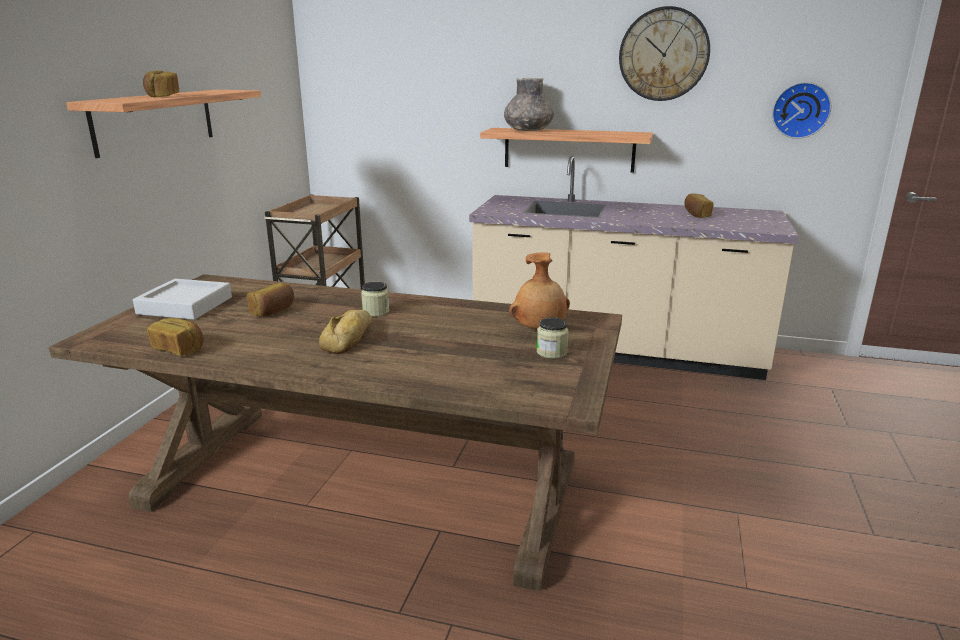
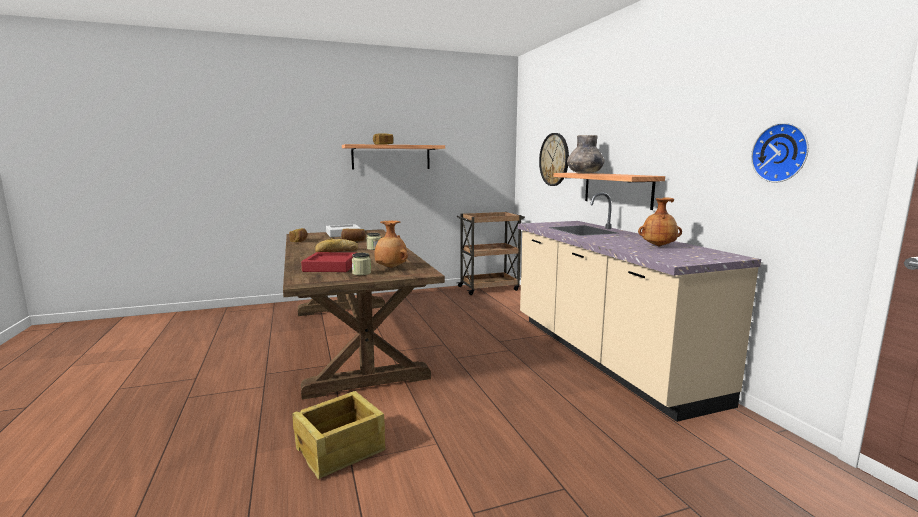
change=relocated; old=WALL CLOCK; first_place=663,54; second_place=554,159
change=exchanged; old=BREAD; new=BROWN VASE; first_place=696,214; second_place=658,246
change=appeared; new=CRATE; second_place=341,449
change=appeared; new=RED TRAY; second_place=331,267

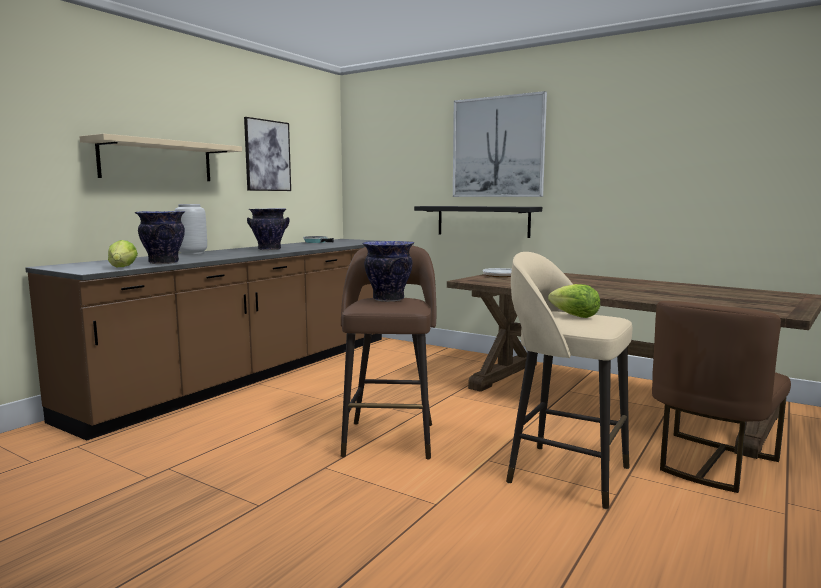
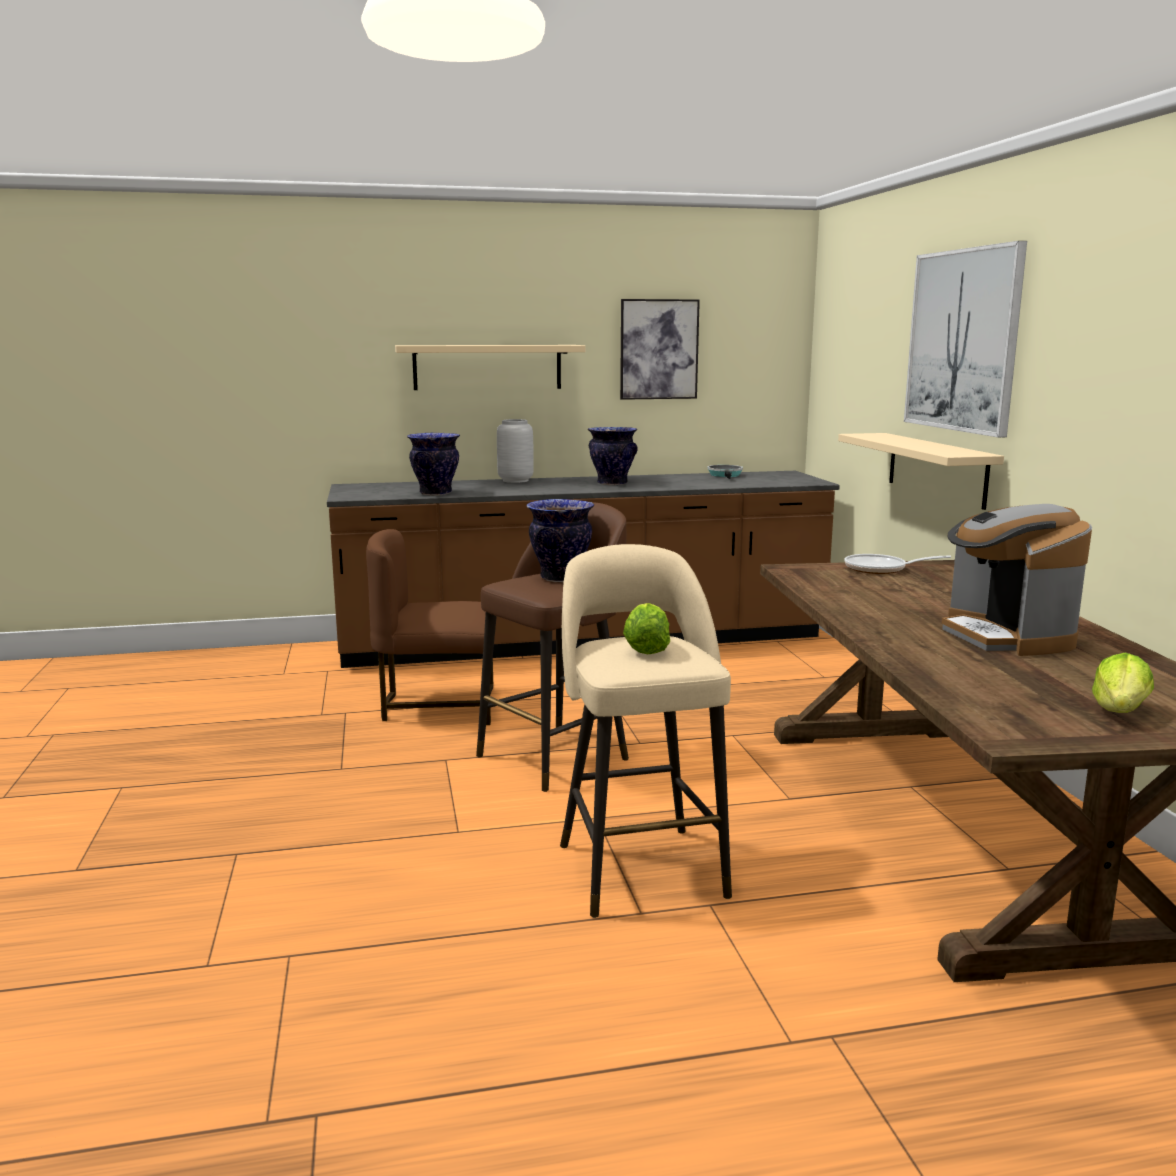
change=relocated; old=LETTUCE; first_place=122,267; second_place=1119,712
change=colour; old=BLACK SHELF; new=BEIGE SHELF; first_place=482,221; second_place=936,469
change=relocated; old=BROWN CHAIR; first_place=710,463; second_place=438,706
change=appeared; new=COFFEE MACHINE; second_place=1006,637

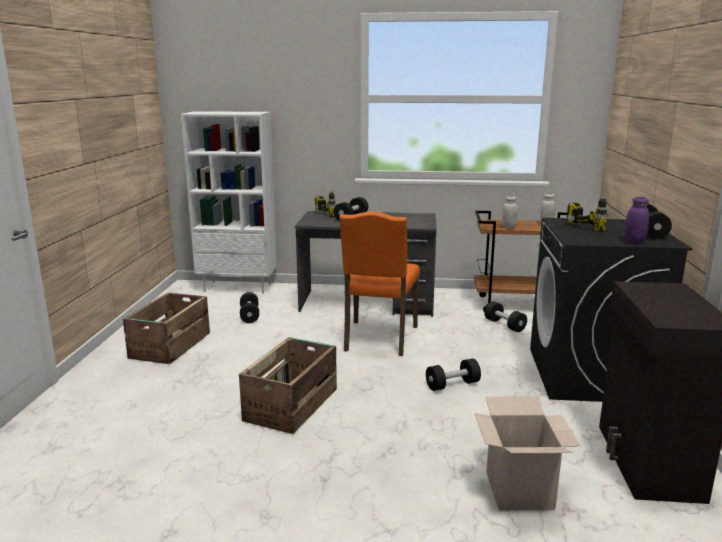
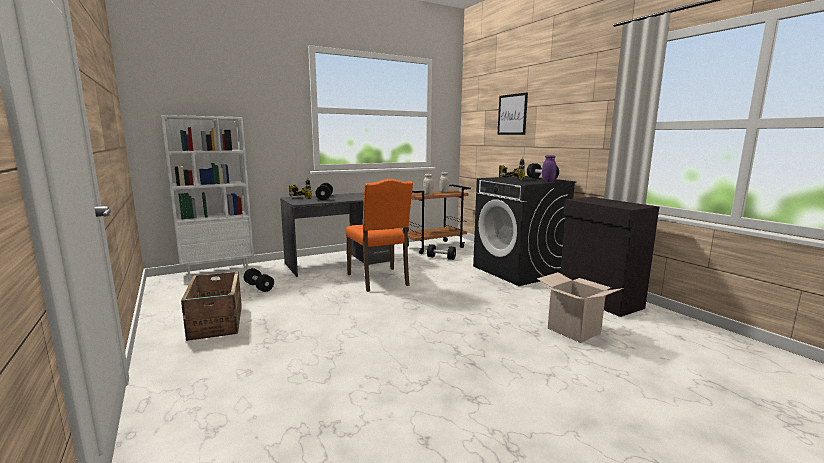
change=missing; old=CRATE; first_place=293,404
change=missing; old=BLACK DUMBBELL; first_place=452,385
change=appeared; new=PICTURE; second_place=512,114

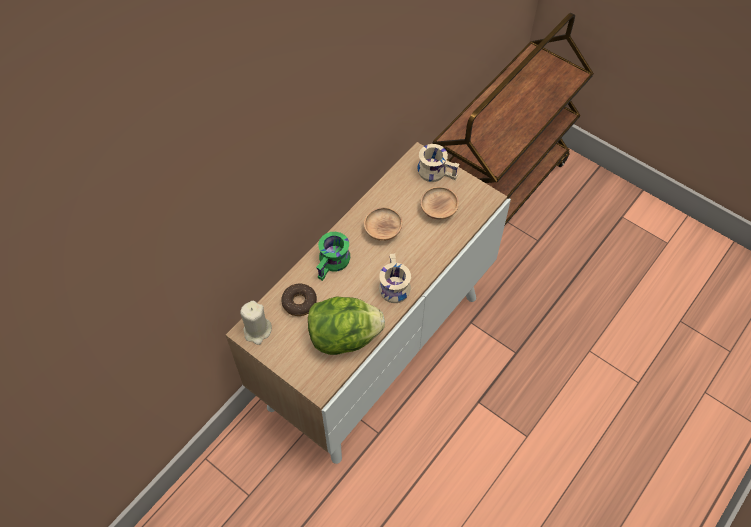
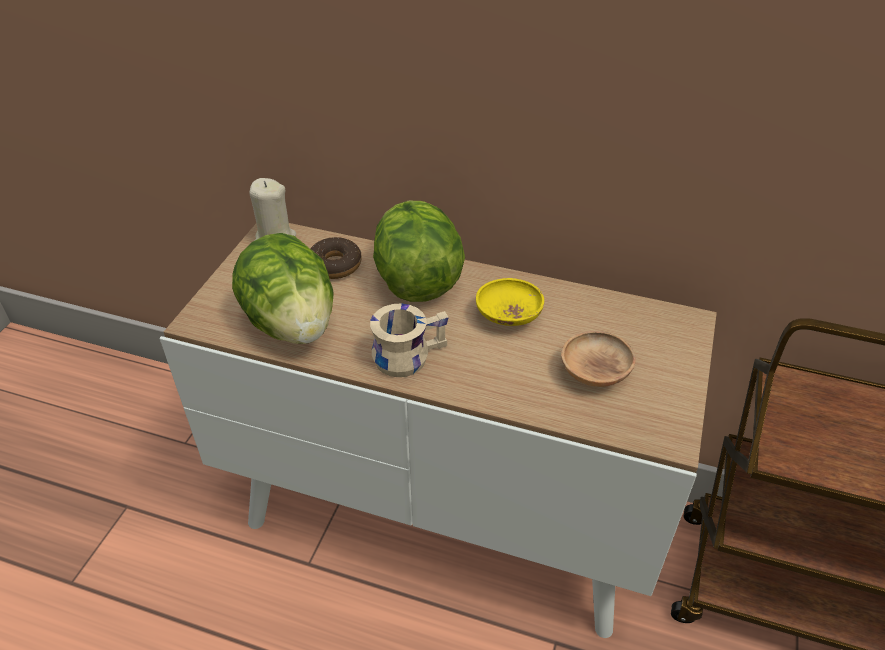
change=exchanged; old=GREEN MUG; new=LETTUCE; first_place=334,264; second_place=417,281
change=colour; old=BROWN BOWL; new=YELLOW BOWL; first_place=383,230; second_place=508,316
change=missing; old=BEIGE MUG; first_place=437,171

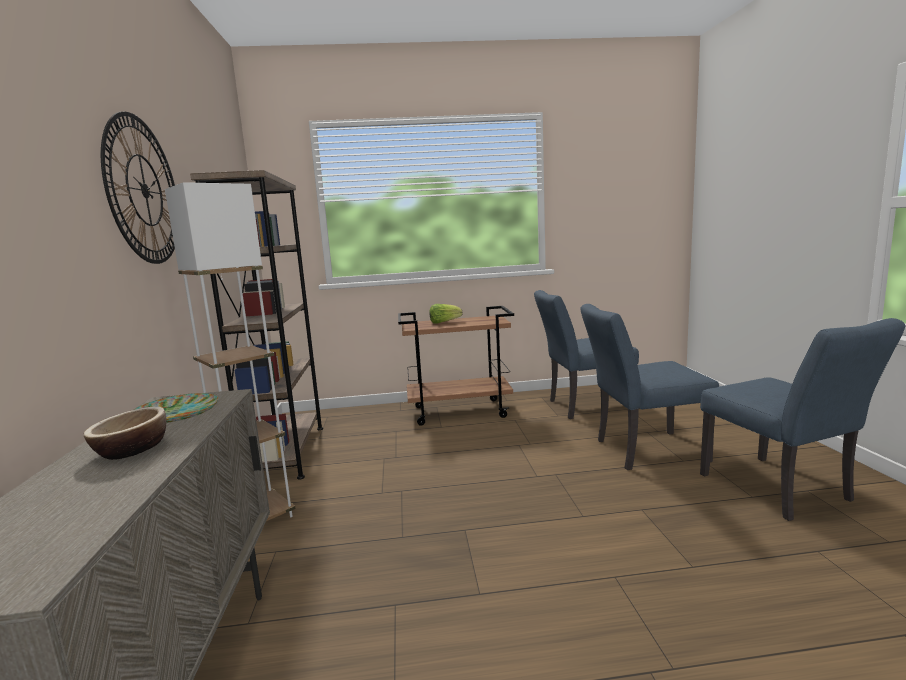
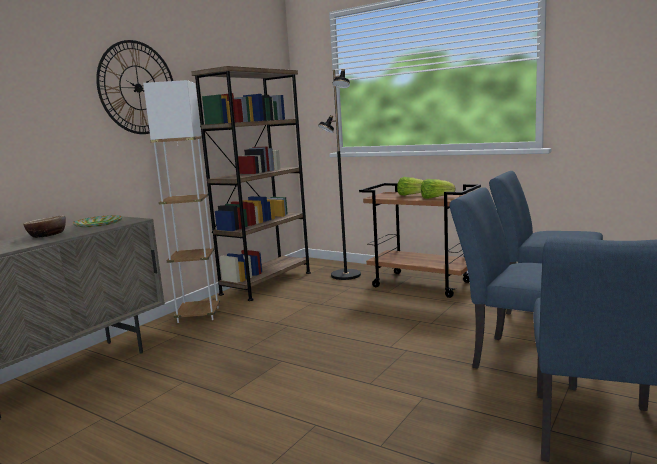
change=appeared; new=BLACK FLOOR LAMP; second_place=345,275
change=appeared; new=LETTUCE; second_place=435,198

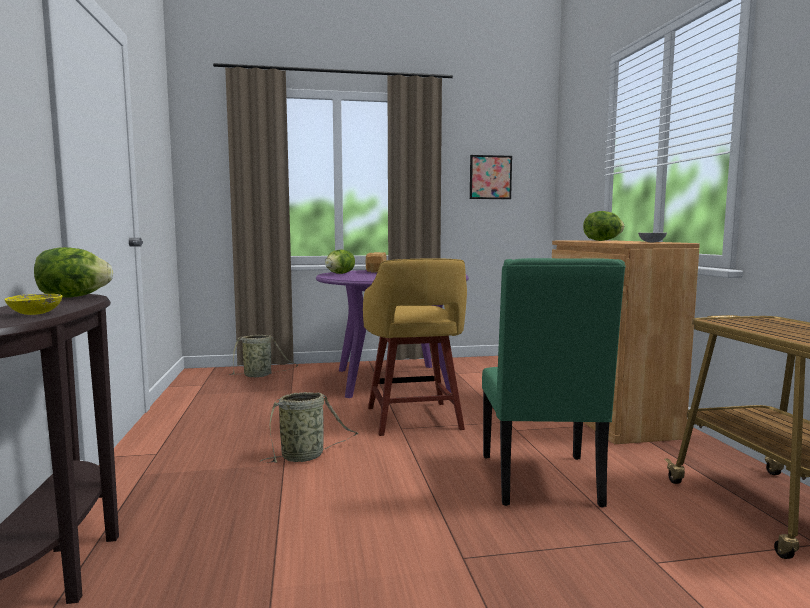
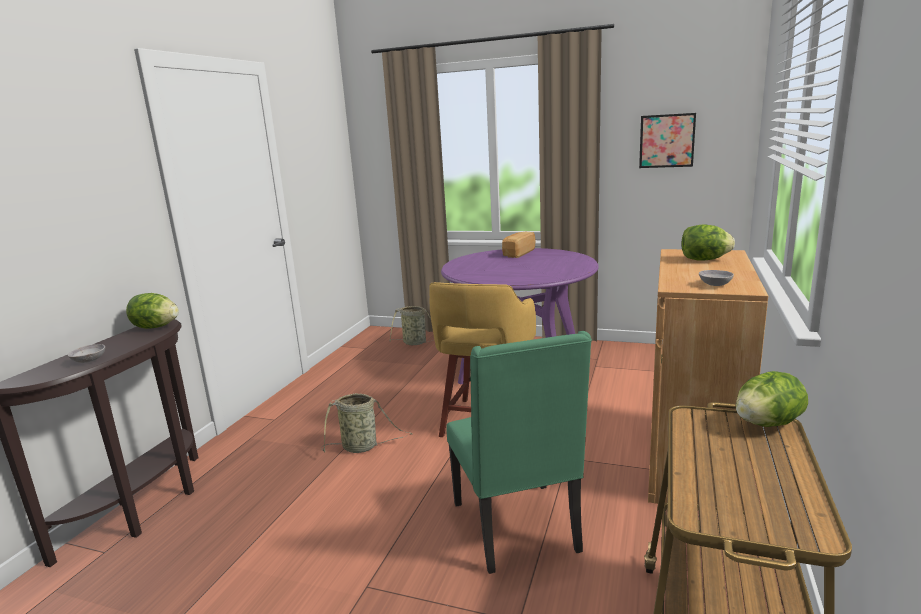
change=colour; old=YELLOW BOWL; new=GREY BOWL; first_place=35,314; second_place=89,360
change=relocated; old=LETTUCE; first_place=339,273; second_place=767,423
change=spun; old=GREEN CHAIR; first_place=542,481; second_place=518,528; degrees=-45

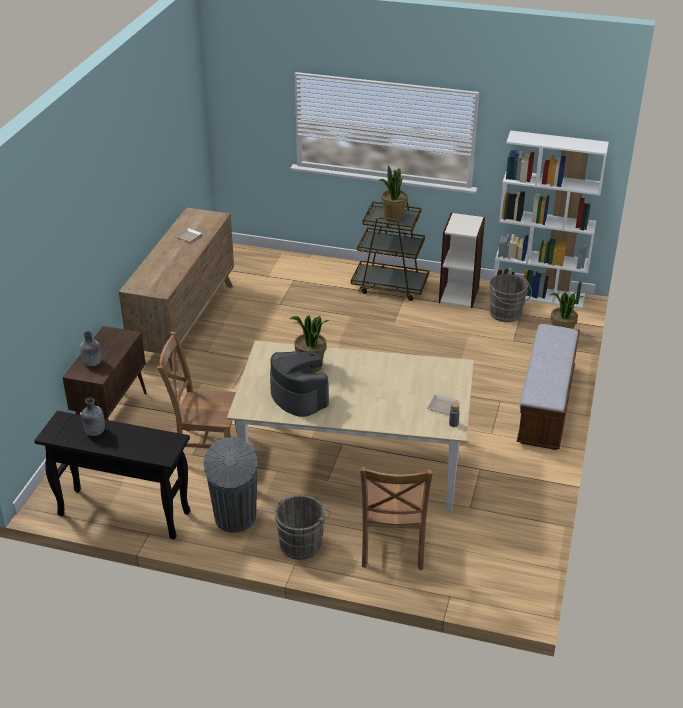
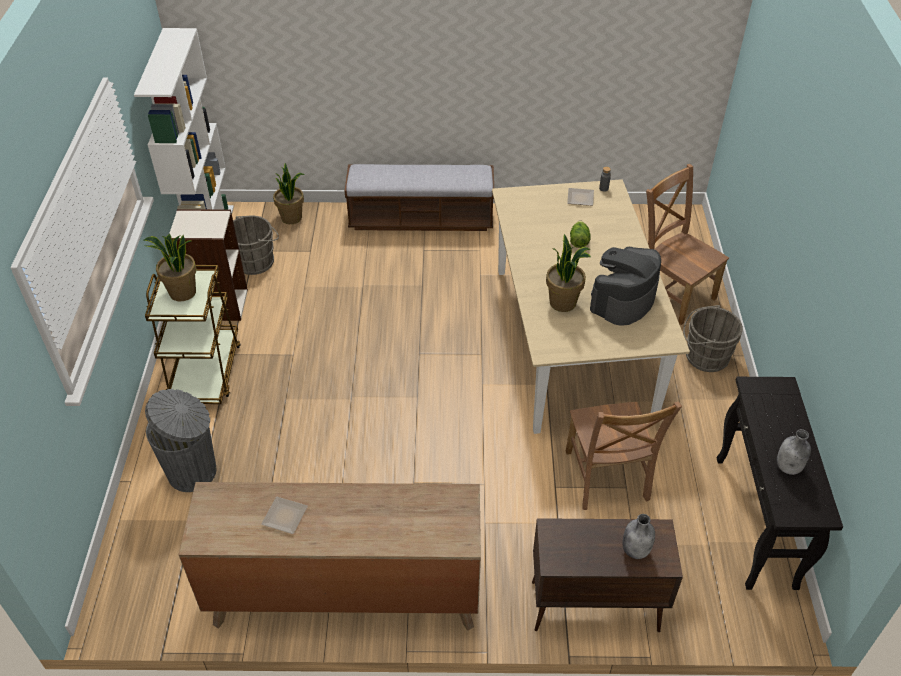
change=relocated; old=GREY TRASH CAN; first_place=235,519; second_place=194,472
change=spun; old=BROWN CHAIR; first_place=392,547; second_place=672,293; degrees=-120
change=appeared; new=LETTUCE; second_place=578,240

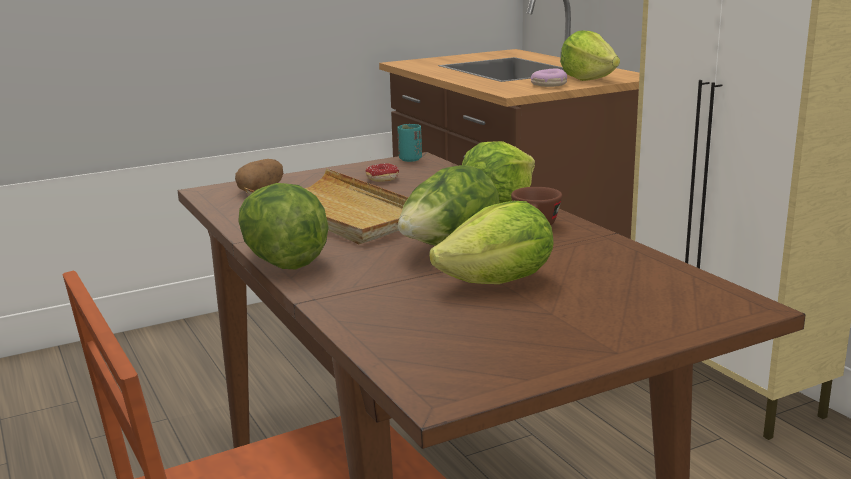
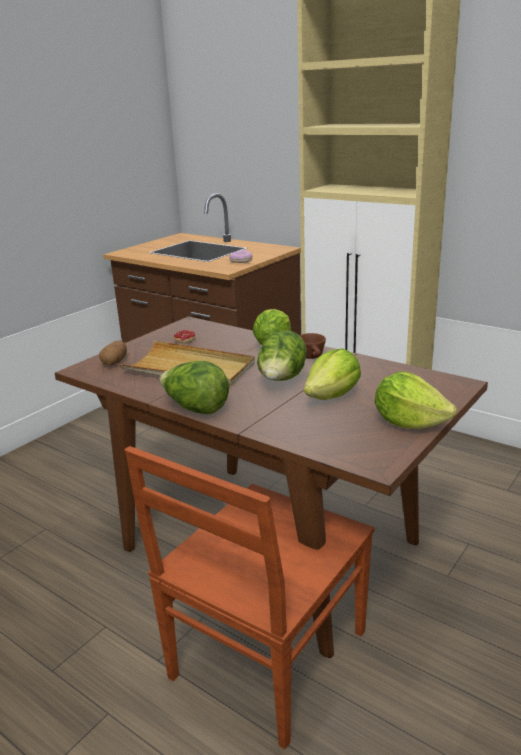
change=missing; old=TURQUOISE CUP; first_place=410,159
change=relocated; old=LETTUCE; first_place=588,79; second_place=409,423

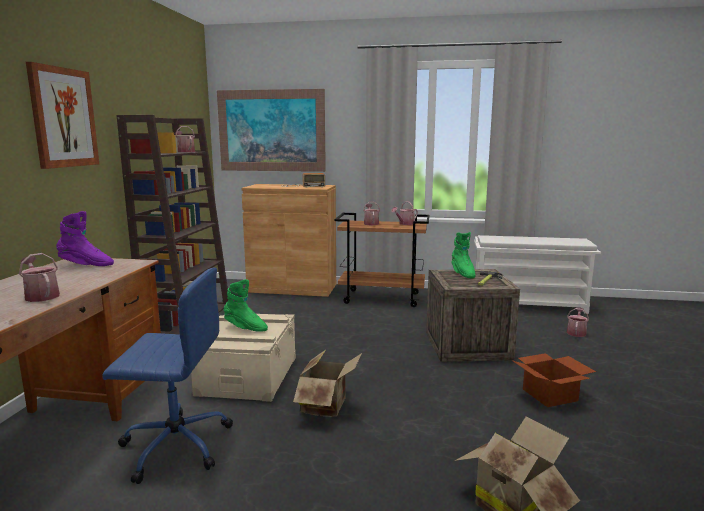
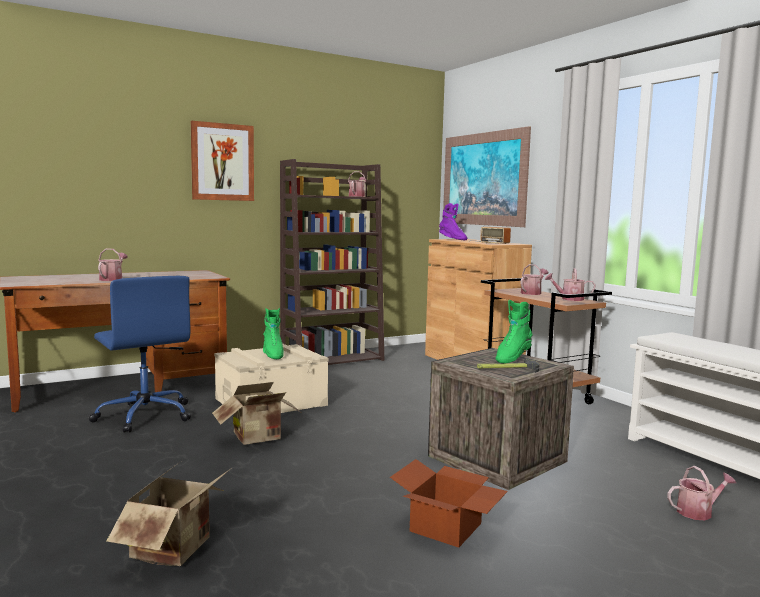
change=relocated; old=PURPLE BOOT; first_place=86,265; second_place=452,239

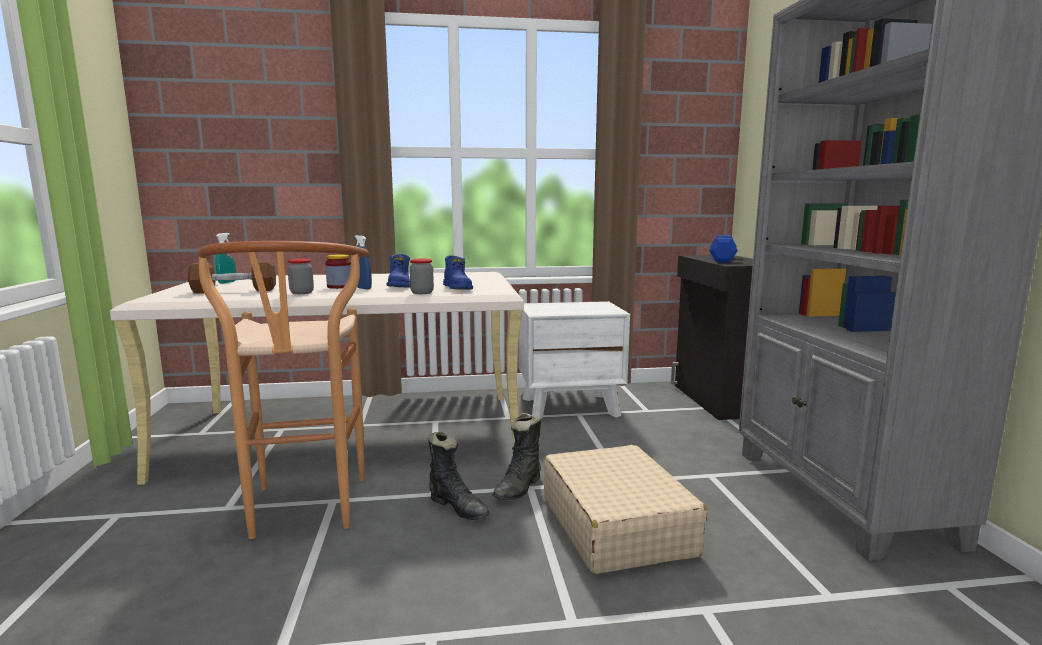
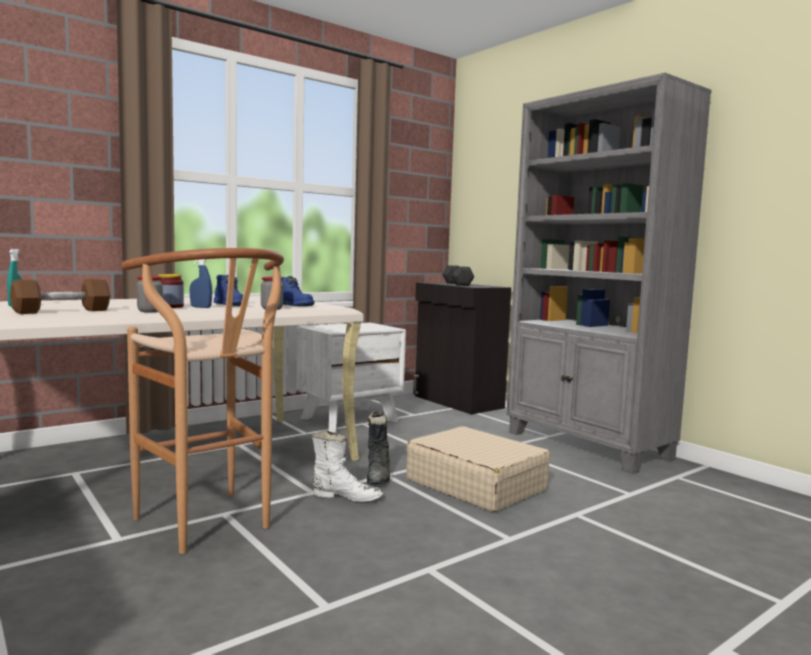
change=colour; old=BLACK BOOT; new=WHITE BOOT; first_place=458,507; second_place=345,497
change=colour; old=BLUE DUMBBELL; new=GREY DUMBBELL; first_place=722,259; second_place=457,284

